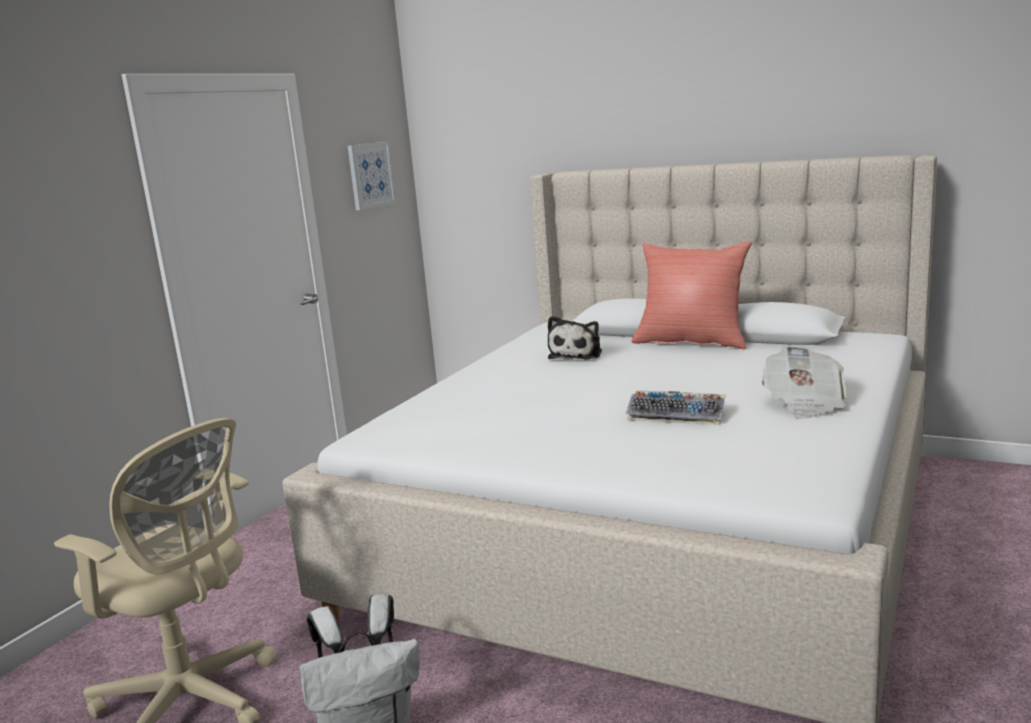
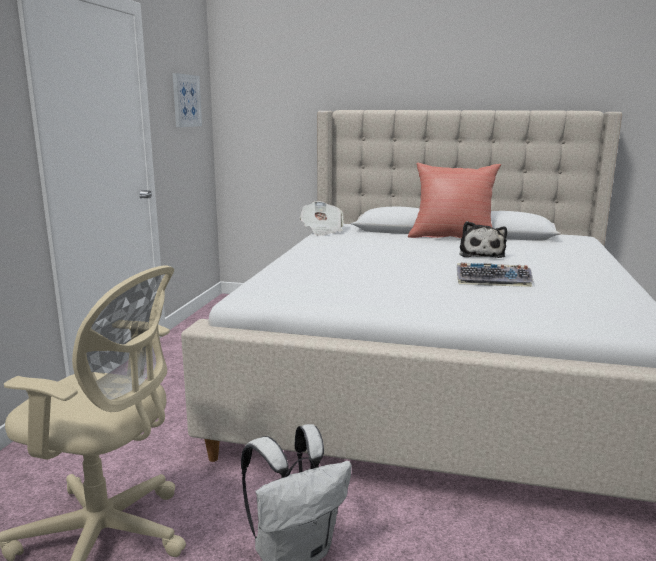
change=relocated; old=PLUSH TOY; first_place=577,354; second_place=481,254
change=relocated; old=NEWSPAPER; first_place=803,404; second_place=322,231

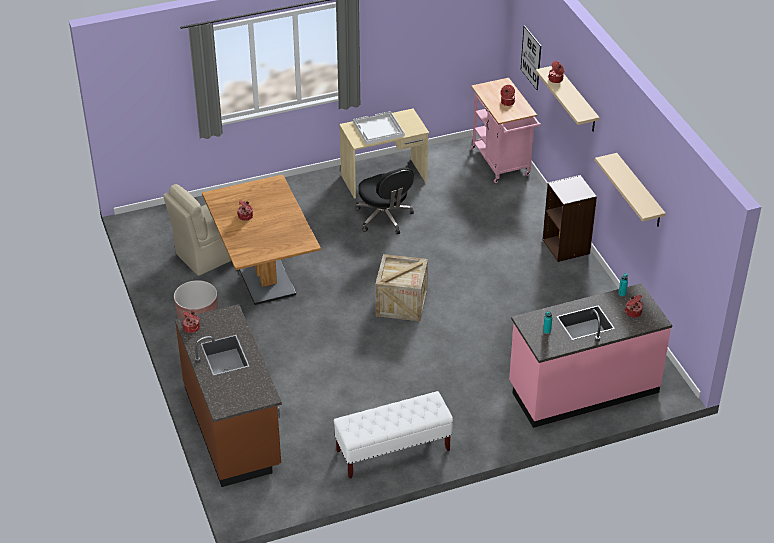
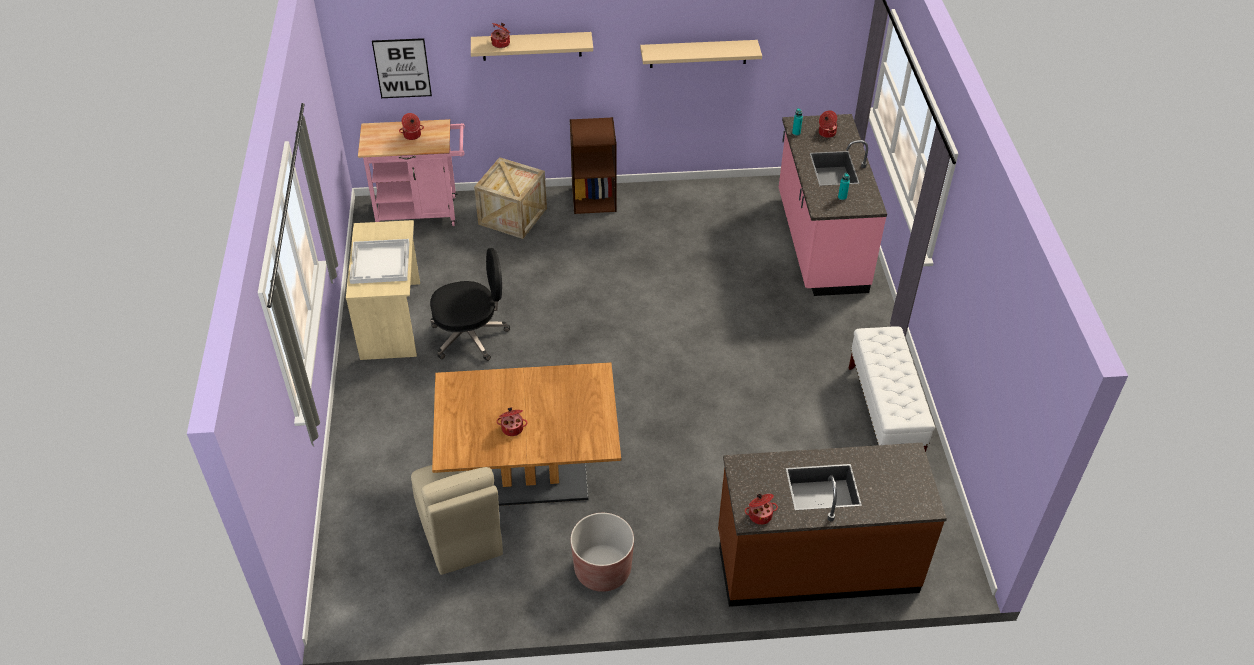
change=relocated; old=CRATE; first_place=401,303; second_place=512,216

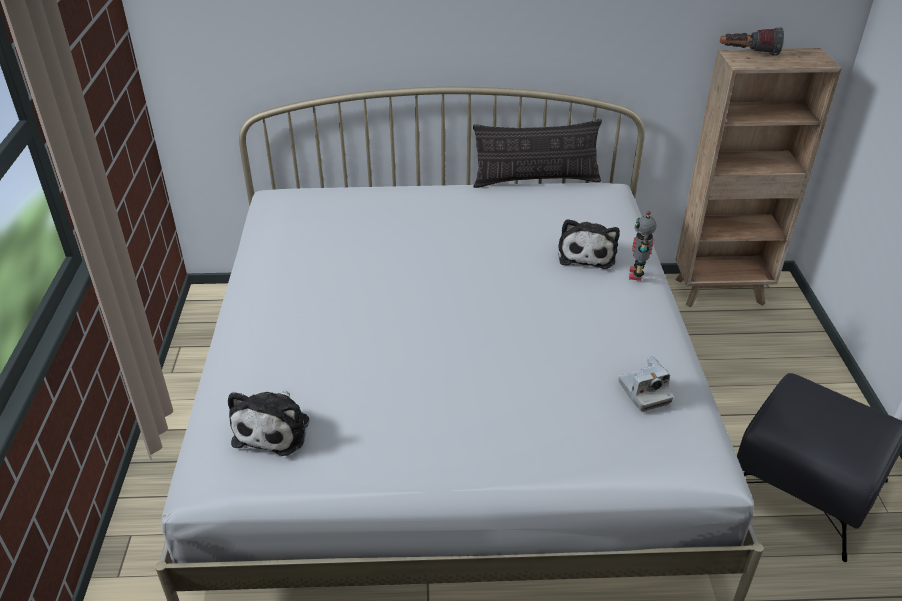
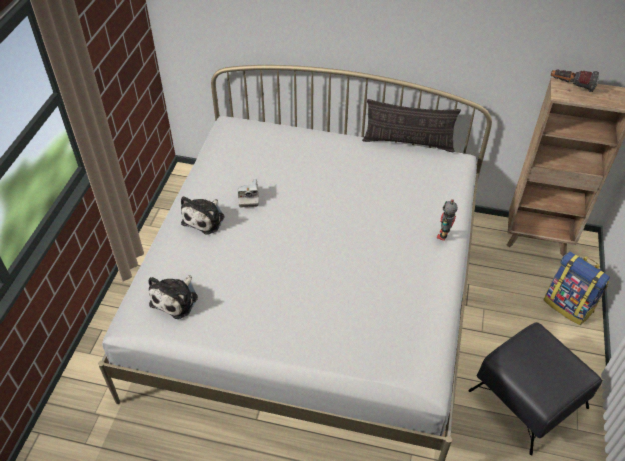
change=relocated; old=PLUSH TOY; first_place=586,253; second_place=205,218
change=relocated; old=PHOTO CAMERA; first_place=644,393; second_place=248,198
change=appeared; new=BACKPACK; second_place=568,305

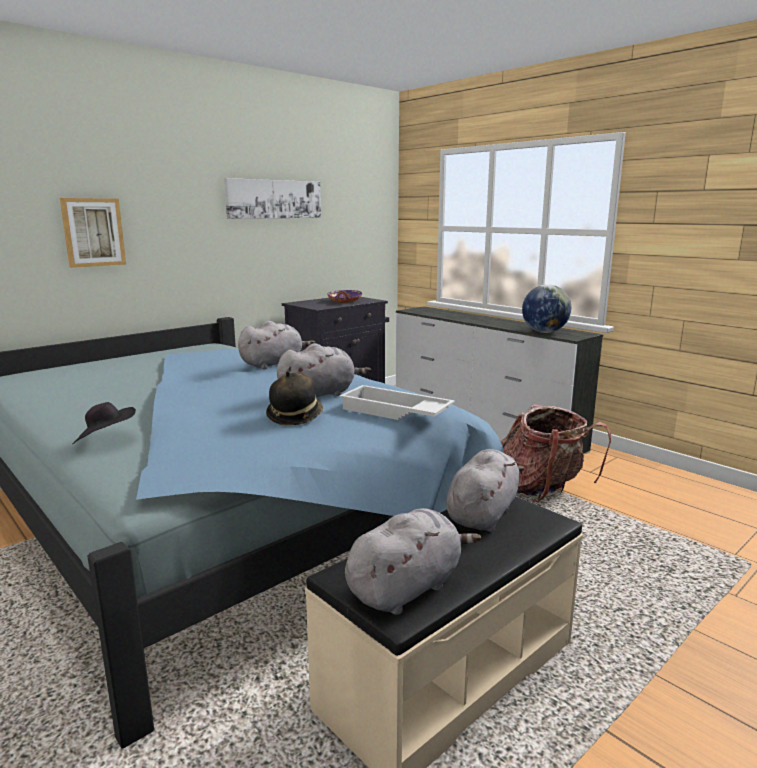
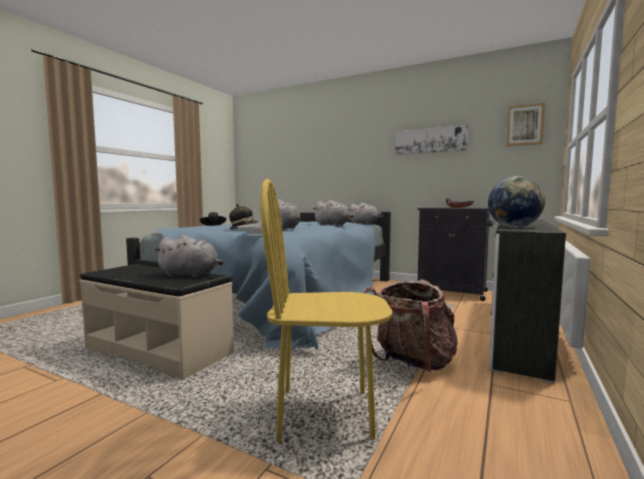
change=relocated; old=PICTURE; first_place=93,232; second_place=524,125
change=relocated; old=GREY PLUSH TOY; first_place=407,588; second_place=364,223
change=appeared; new=YELLOW CHAIR; second_place=325,414

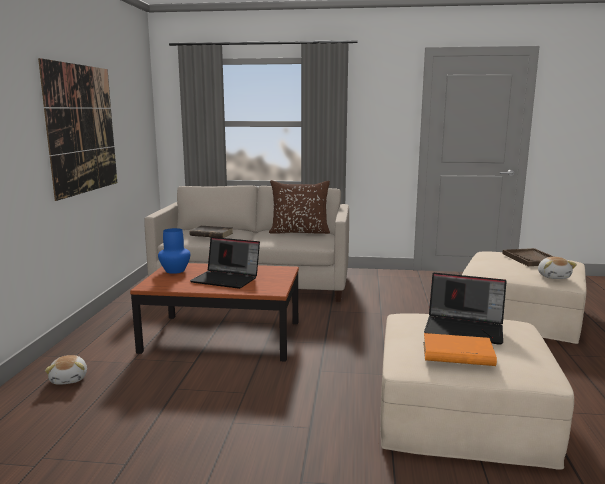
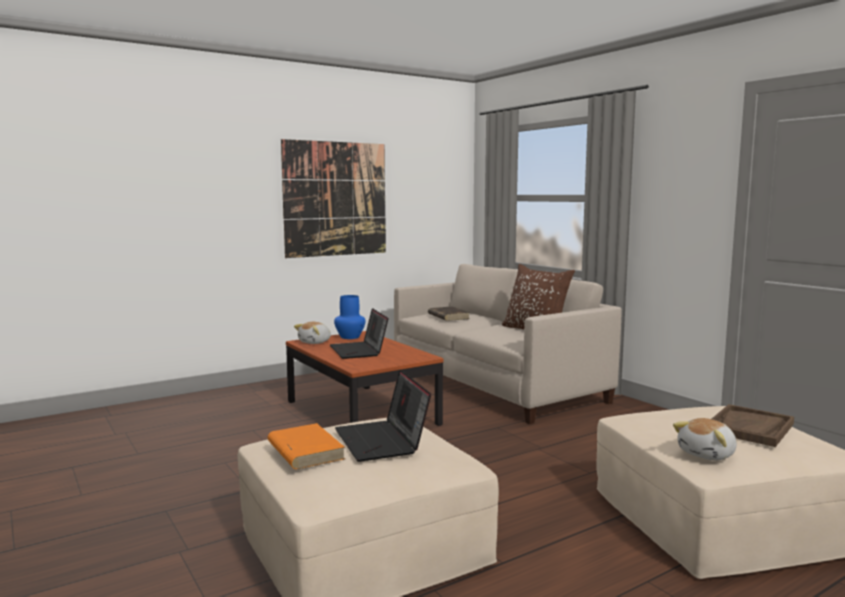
change=relocated; old=PLUSH TOY; first_place=70,379; second_place=315,342

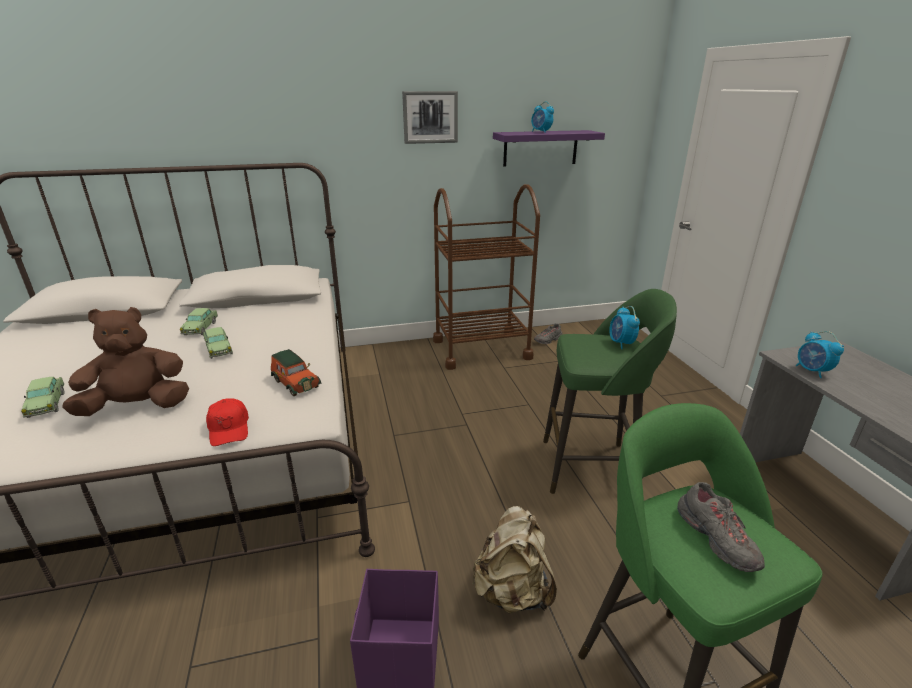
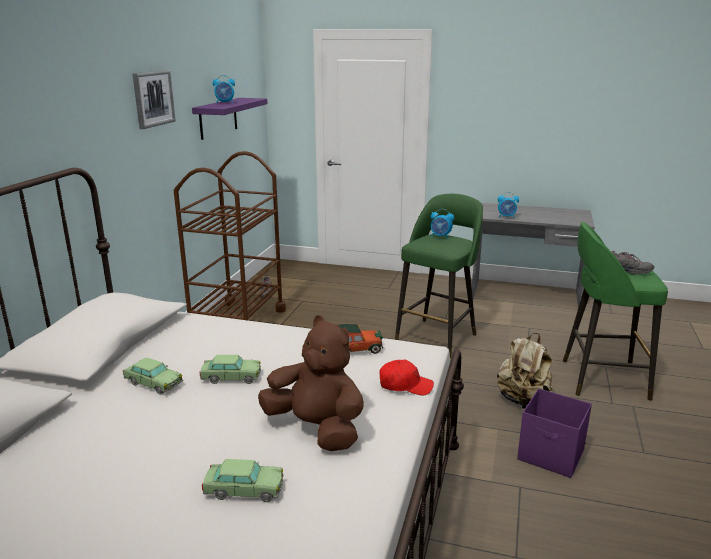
change=spun; old=BROWN PLUSH TOY; first_place=138,406; second_place=316,429; degrees=120

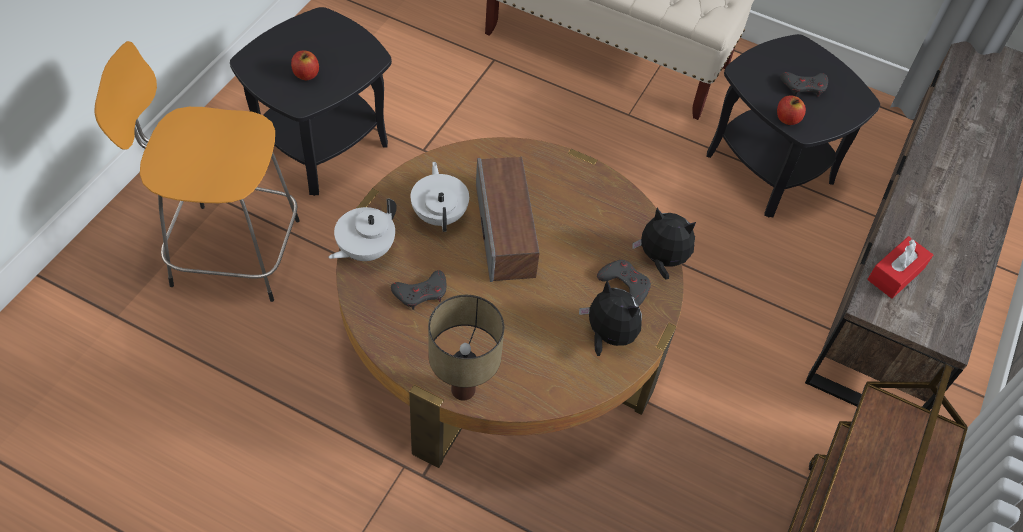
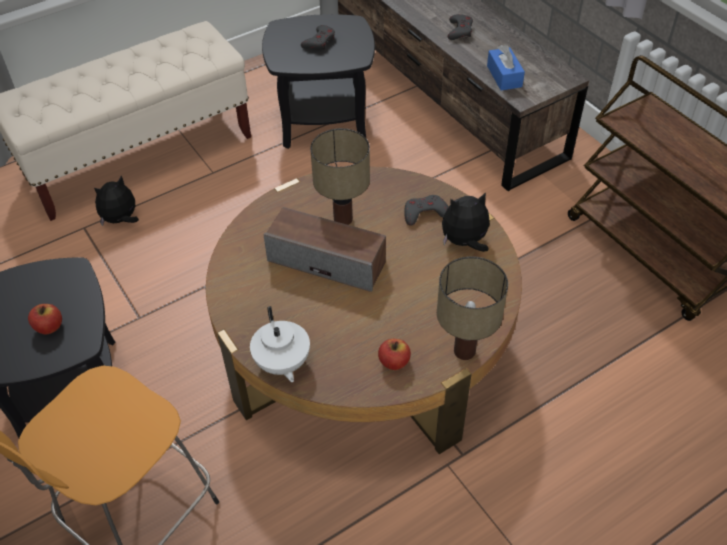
change=relocated; old=GREY GAME CONTROLLER; first_place=421,293; second_place=460,30
change=missing; old=WHITE TEAPOT; first_place=440,214
change=relocated; old=PLUSH TOY; first_place=661,260; second_place=121,220
change=relocated; old=APPLE; first_place=787,119; second_place=394,362
change=colour; old=RED TISSUE BOX; new=BLUE TISSUE BOX; first_place=895,274; second_place=504,76
change=appeared; new=TABLE LAMP; second_place=344,219

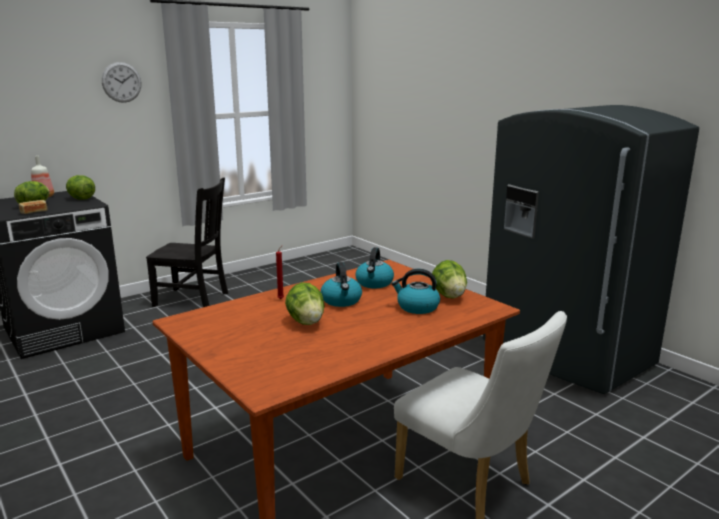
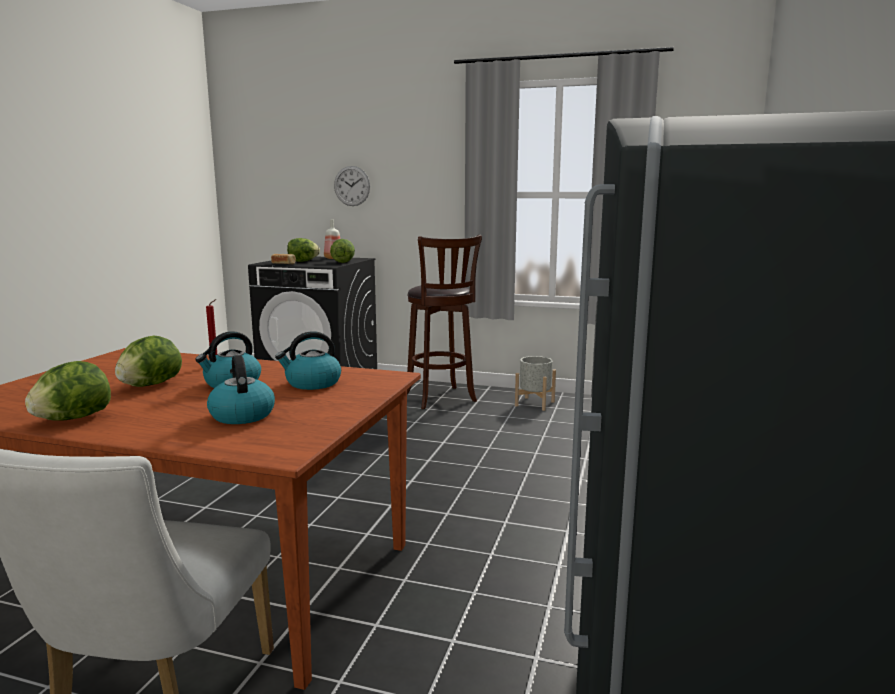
change=relocated; old=WALL CLOCK; first_place=121,82; second_place=352,186
change=exchanged; old=BLACK CHAIR; new=BROWN STOOL; first_place=193,300; second_place=441,399
change=relocated; old=LETTUCE; first_place=449,296; second_place=73,419
change=appeared; new=GREY PLANTER; second_place=534,404

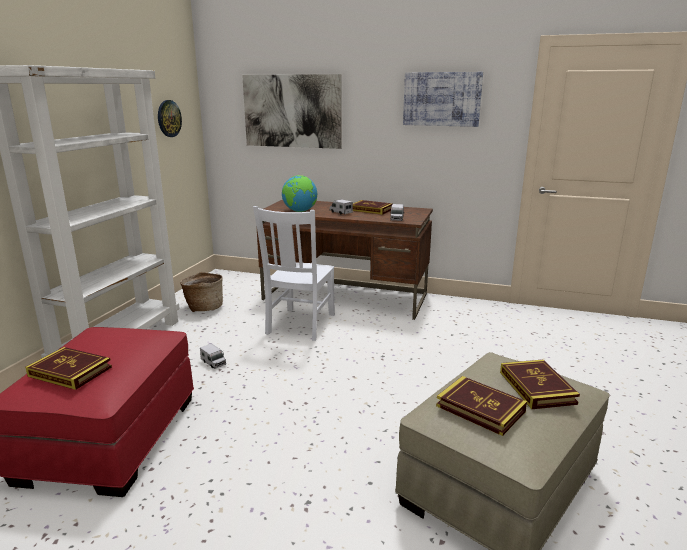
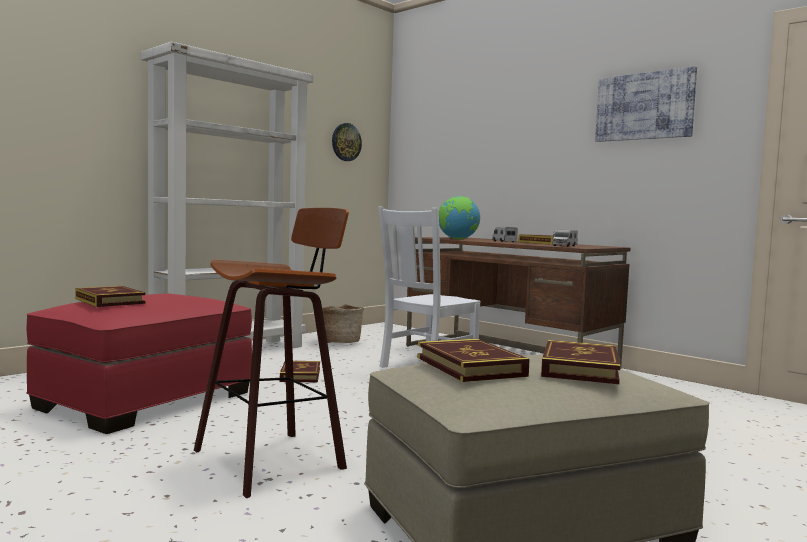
change=exchanged; old=TOY TRUCK; new=BOOK; first_place=213,363; second_place=300,375
change=missing; old=PICTURE; first_place=292,111
change=appeared; new=STOOL; second_place=274,459

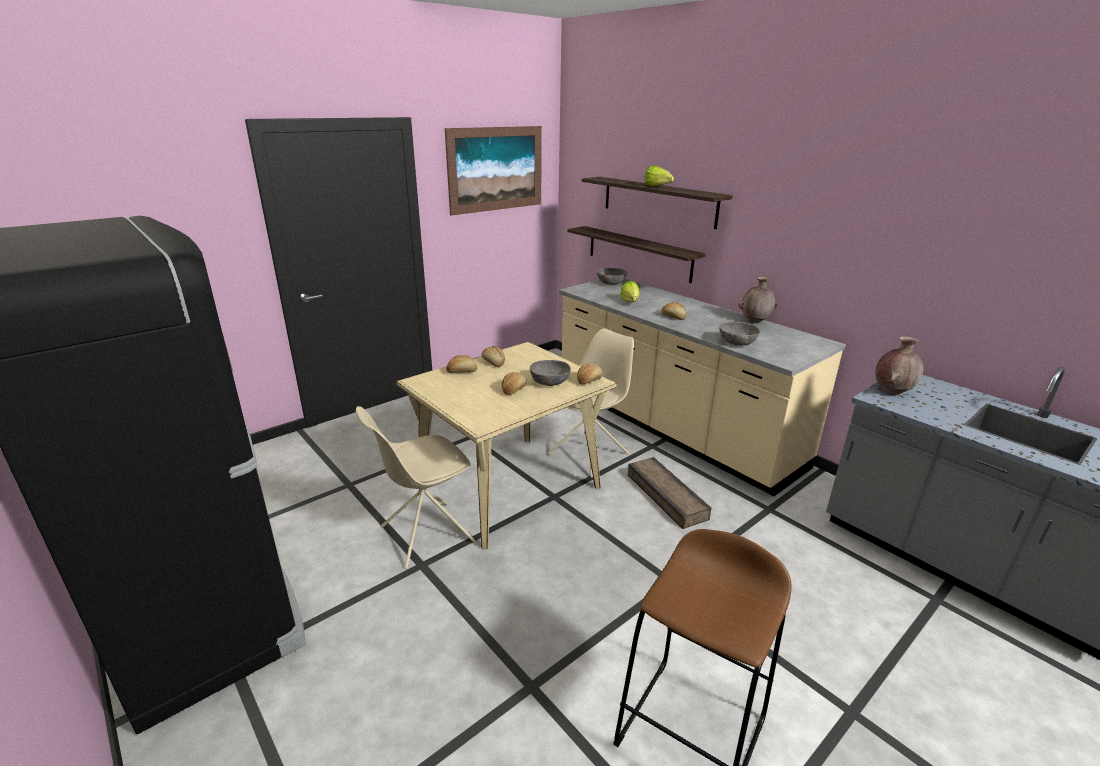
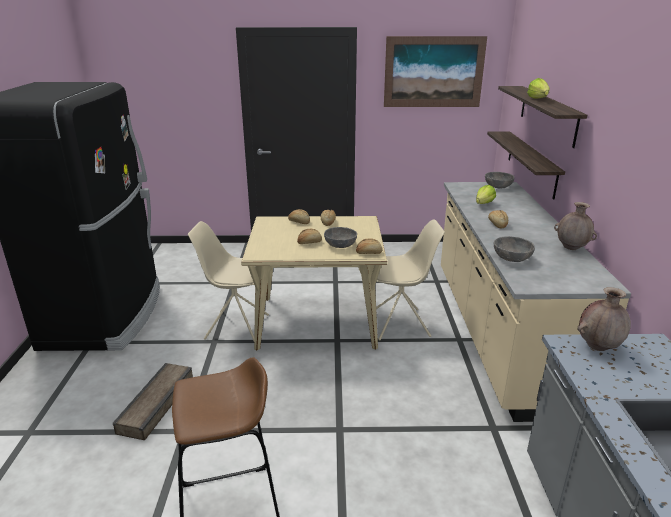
change=relocated; old=CRATE; first_place=665,496; second_place=155,404

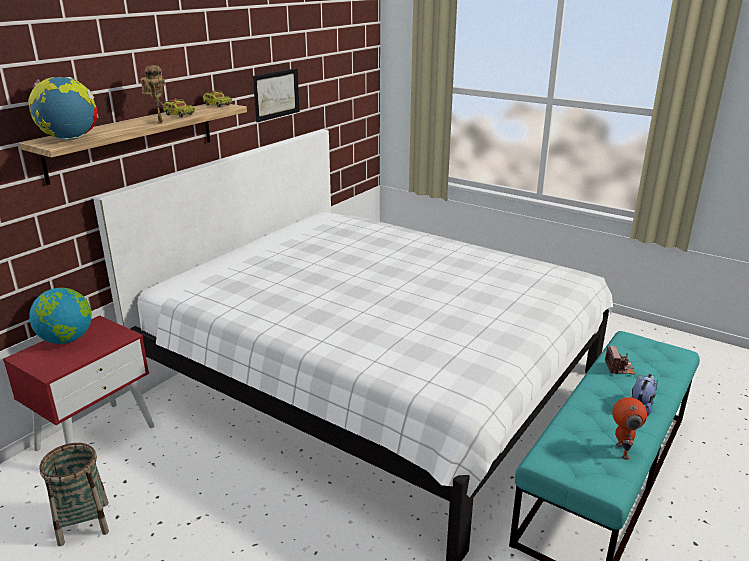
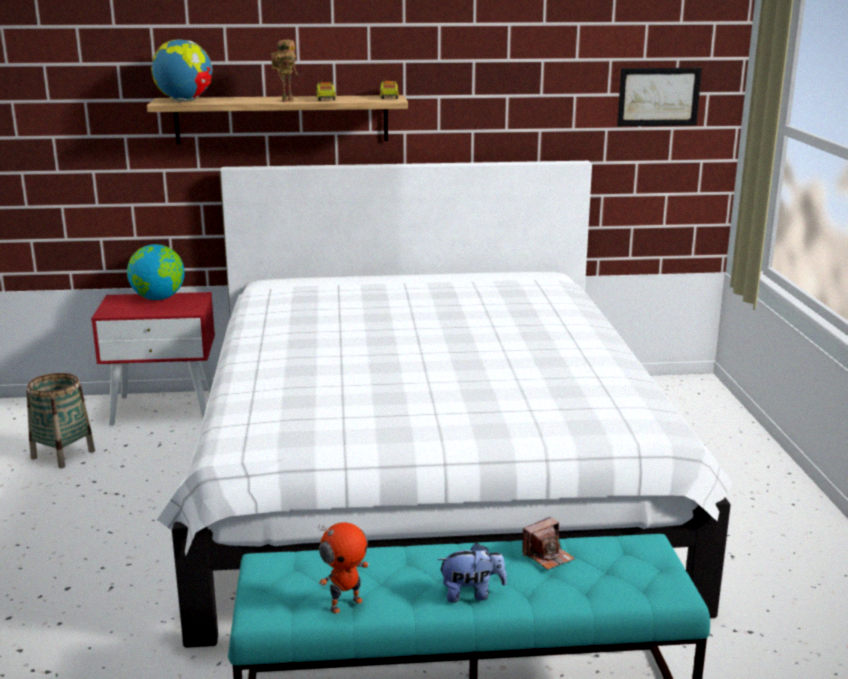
change=relocated; old=PICTURE; first_place=276,94; second_place=658,96

